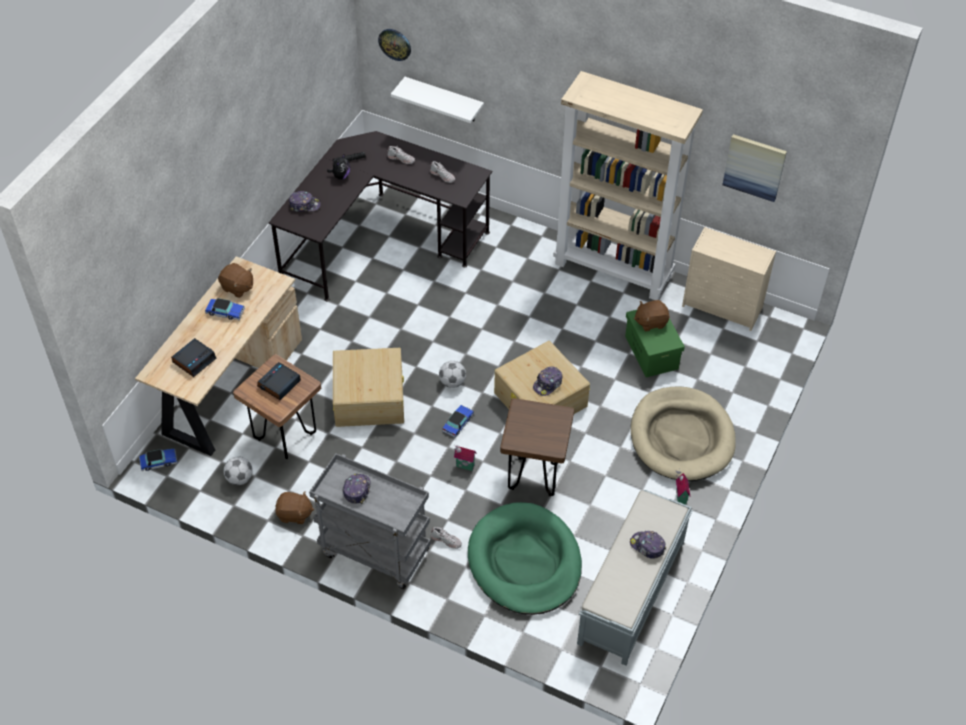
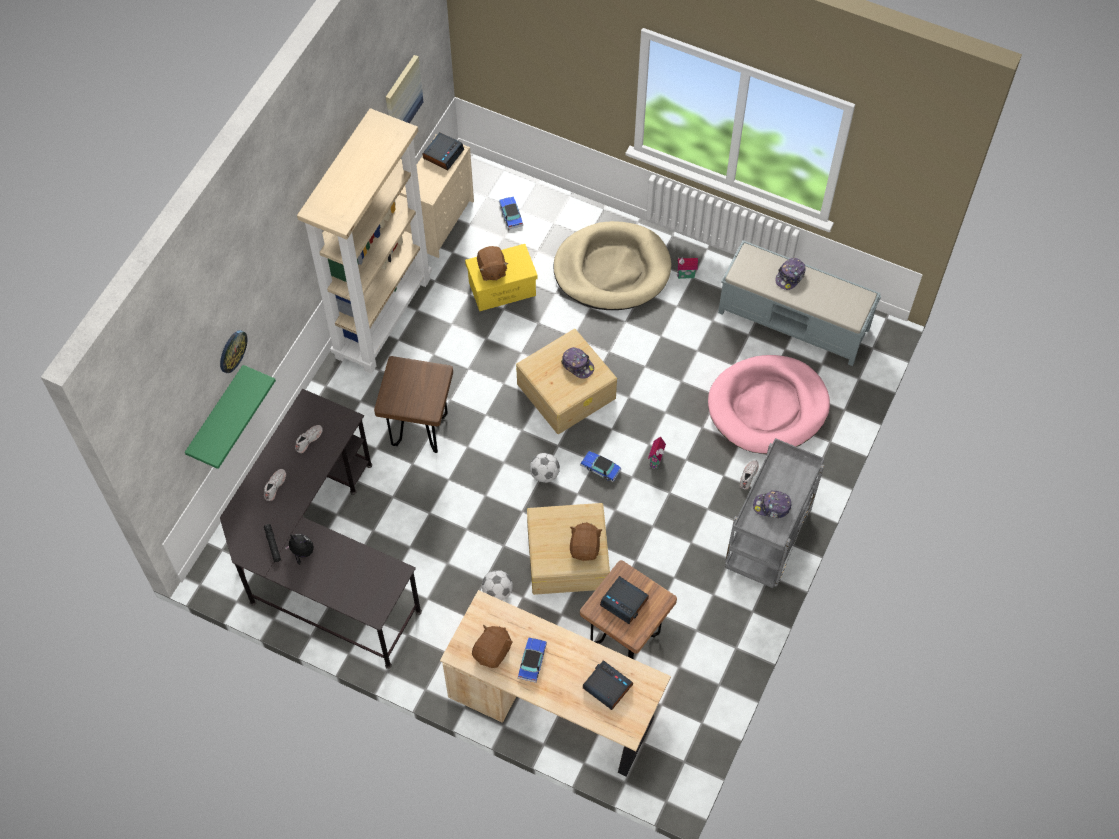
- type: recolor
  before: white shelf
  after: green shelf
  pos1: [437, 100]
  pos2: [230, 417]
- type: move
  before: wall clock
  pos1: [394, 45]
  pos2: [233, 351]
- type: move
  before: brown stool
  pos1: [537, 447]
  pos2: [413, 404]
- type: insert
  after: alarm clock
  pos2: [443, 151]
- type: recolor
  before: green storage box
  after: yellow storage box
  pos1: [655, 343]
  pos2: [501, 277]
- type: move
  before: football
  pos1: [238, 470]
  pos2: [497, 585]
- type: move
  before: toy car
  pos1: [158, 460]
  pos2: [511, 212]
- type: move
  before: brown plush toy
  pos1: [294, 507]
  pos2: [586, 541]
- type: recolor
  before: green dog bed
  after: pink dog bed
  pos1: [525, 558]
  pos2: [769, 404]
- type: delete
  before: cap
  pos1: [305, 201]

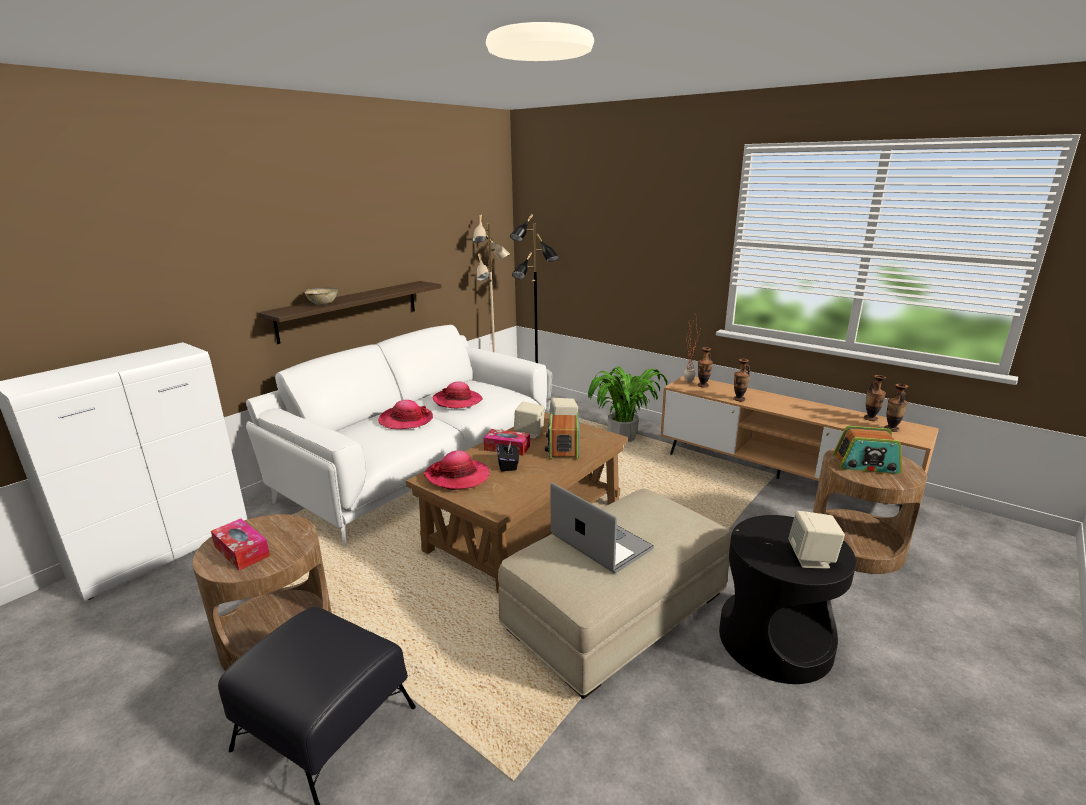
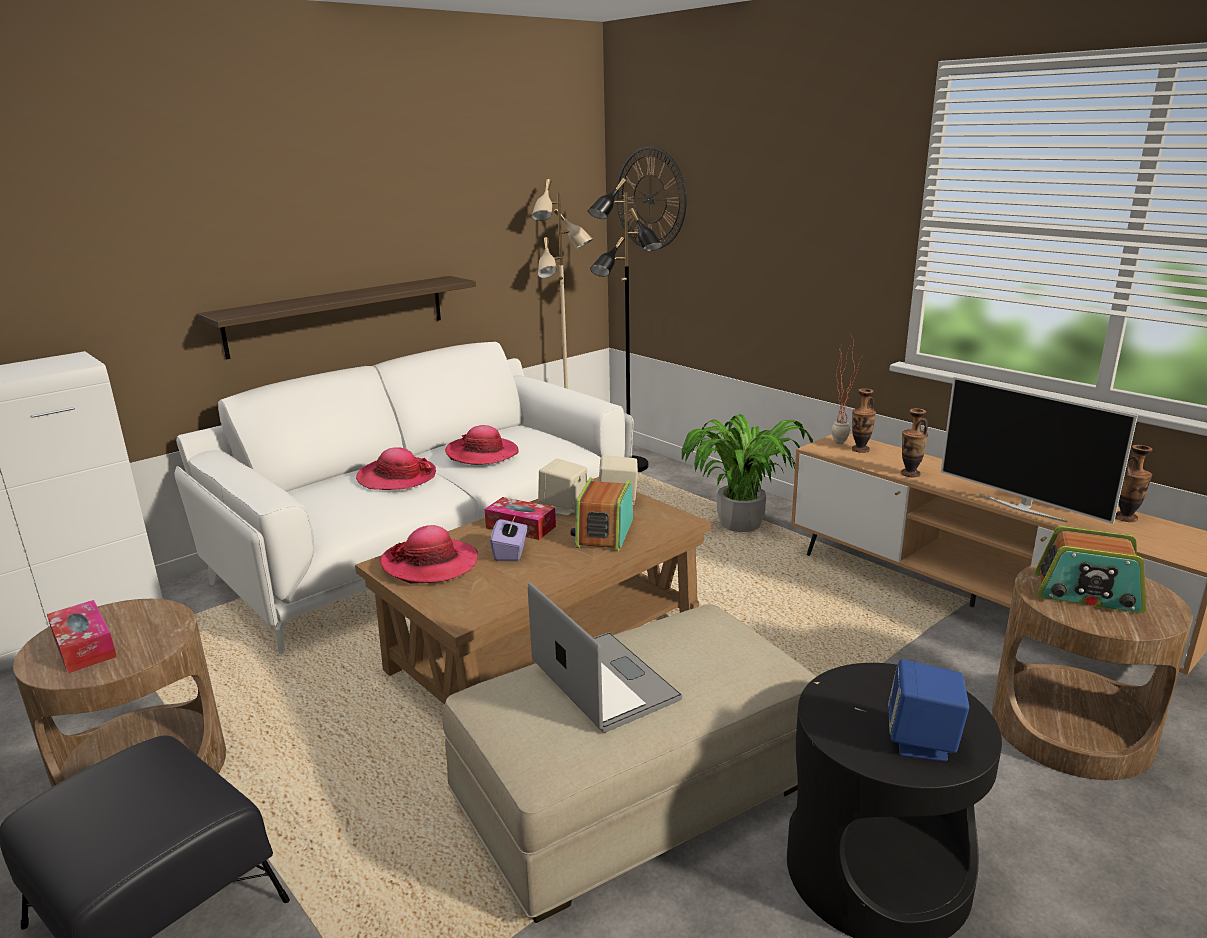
- type: recolor
  before: black tissue box
  after: purple tissue box
  pos1: [508, 456]
  pos2: [508, 538]
- type: insert
  after: wall clock
  pos2: [651, 198]
- type: recolor
  before: beige speaker
  after: blue speaker
  pos1: [816, 540]
  pos2: [928, 710]
- type: insert
  after: television
  pos2: [1039, 450]
- type: delete
  before: bowl
  pos1: [321, 296]
- type: delete
  before: vase
  pos1: [896, 408]

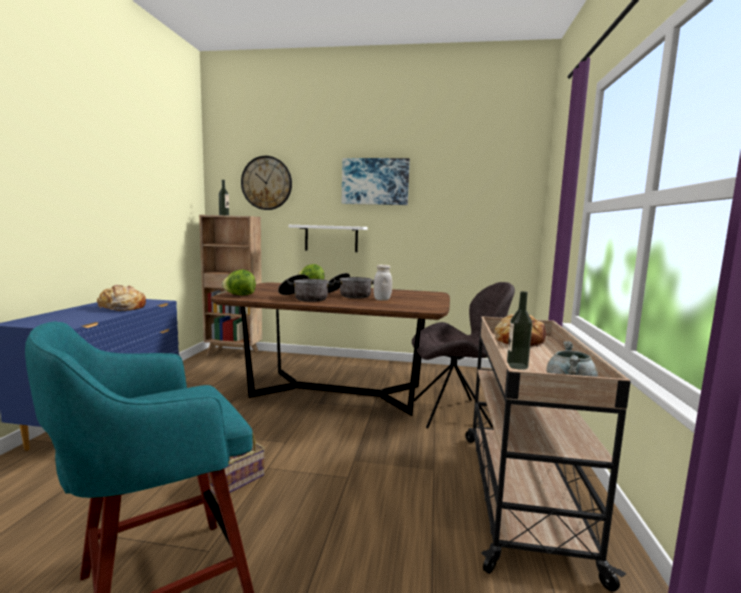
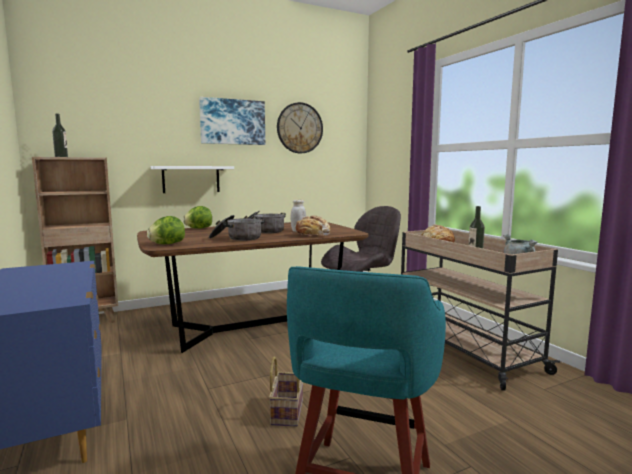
- type: move
  before: wall clock
  pos1: [266, 183]
  pos2: [300, 127]
- type: move
  before: bread
  pos1: [121, 298]
  pos2: [312, 225]

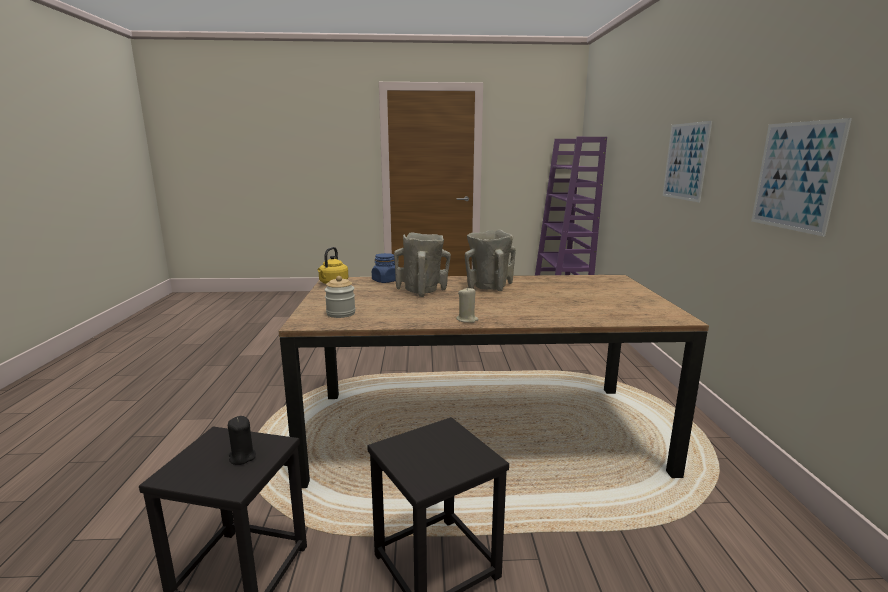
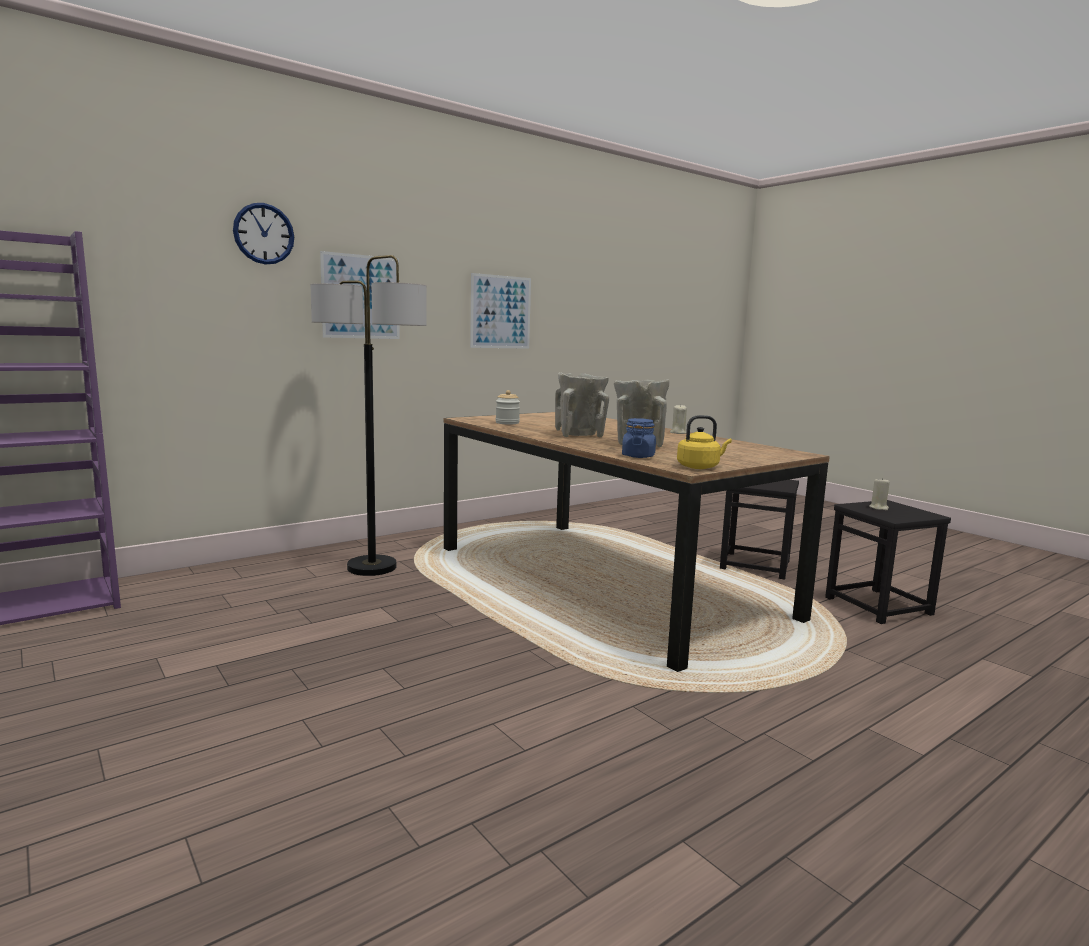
- type: insert
  after: wall clock
  pos2: [263, 234]
- type: insert
  after: floor lamp
  pos2: [368, 415]
- type: move
  before: jar
  pos1: [340, 297]
  pos2: [508, 407]
- type: recolor
  before: black candle
  after: beige candle
  pos1: [242, 440]
  pos2: [879, 493]

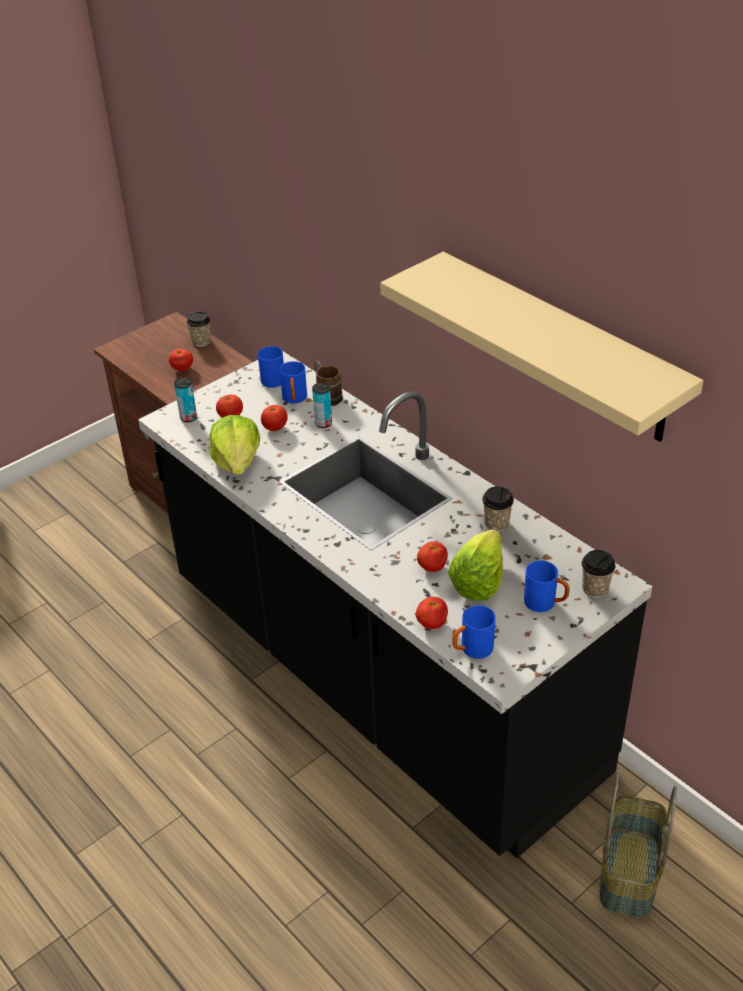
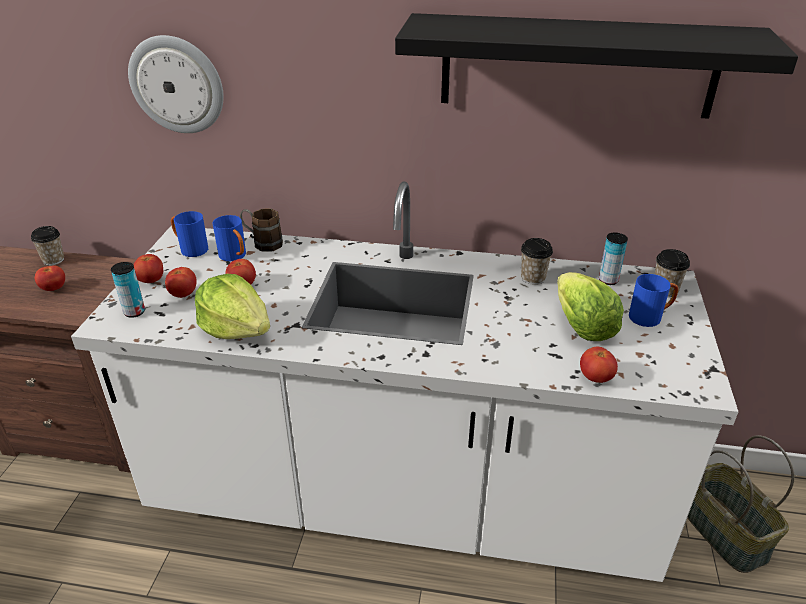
- type: recolor
  before: black counter
  after: white counter
  pos1: [395, 604]
  pos2: [404, 382]
- type: insert
  after: wall clock
  pos2: [176, 84]
- type: move
  before: tomato
  pos1: [432, 556]
  pos2: [148, 268]
- type: recolor
  before: beige shelf
  after: black shelf
  pos1: [541, 347]
  pos2: [596, 66]
- type: move
  before: can
  pos1: [322, 405]
  pos2: [613, 258]
- type: delete
  before: blue mug
  pos1: [474, 632]

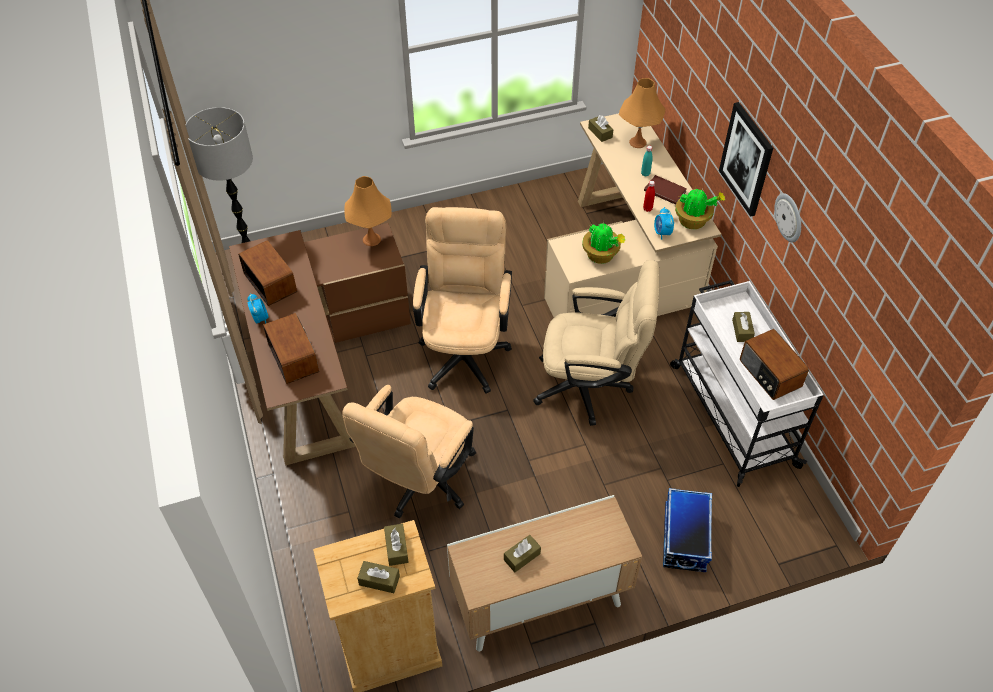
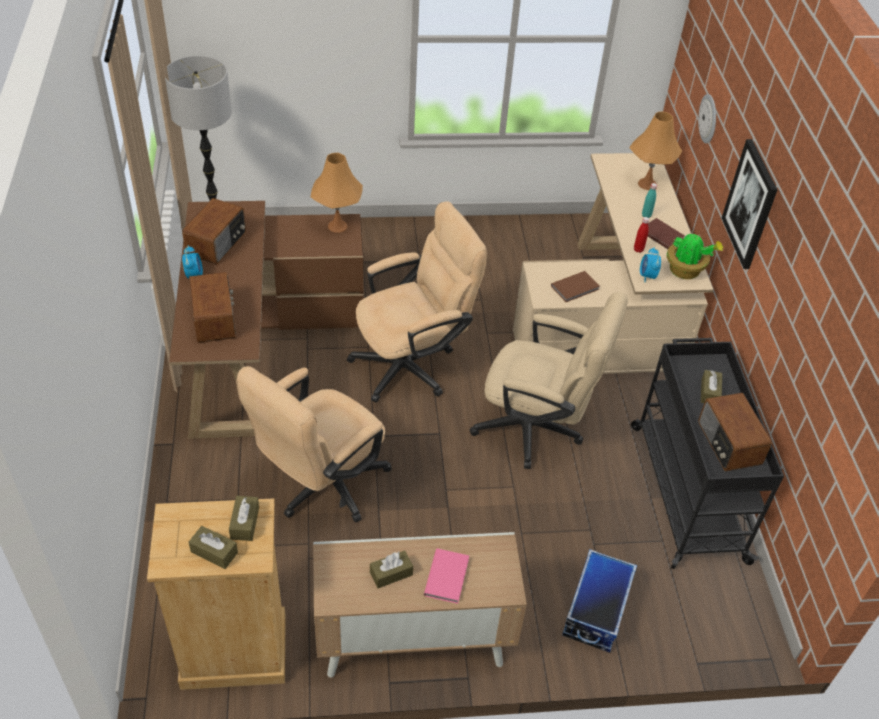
- type: rotate
  before: radio
  pos1: [267, 273]
  pos2: [214, 231]
  turn: 45
- type: rotate
  before: beige office chair
  pos1: [462, 300]
  pos2: [417, 302]
  turn: 45
- type: insert
  after: pink book
  pos2: [446, 576]
- type: replace
  before: potted plant
  after: brown book
  pos1: [603, 242]
  pos2: [575, 286]
- type: recolor
  before: white cart
  after: black cart
  pos1: [747, 383]
  pos2: [707, 453]
- type: move
  before: wall clock
  pos1: [787, 217]
  pos2: [707, 119]
- type: delete
  before: brown tissue box
  pos1: [600, 128]

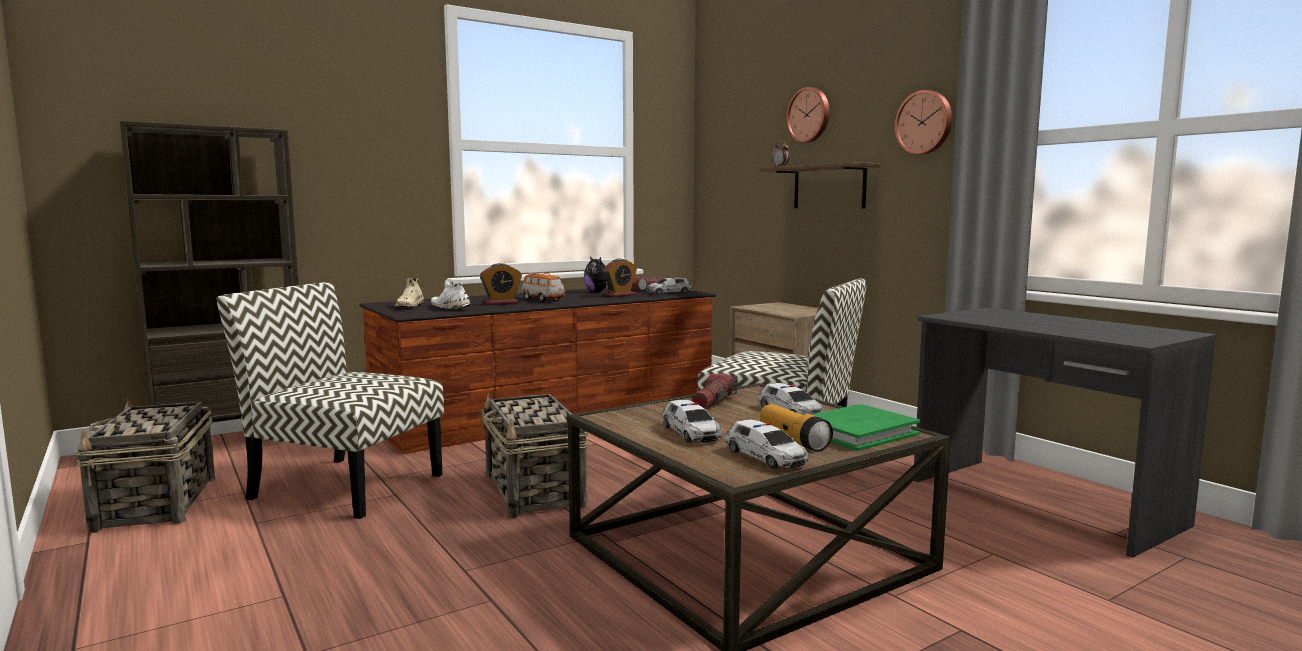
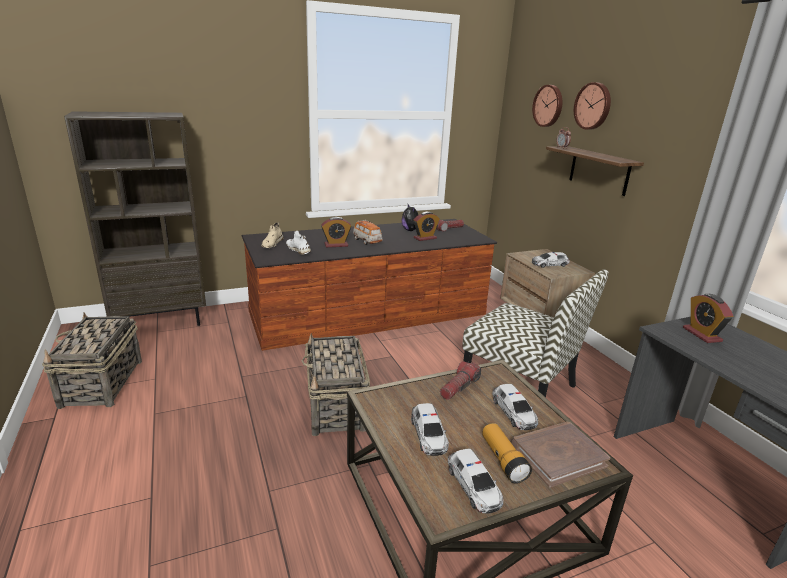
- type: recolor
  before: green book
  after: brown book
  pos1: [865, 427]
  pos2: [561, 454]
- type: move
  before: wall clock
  pos1: [923, 122]
  pos2: [547, 106]
- type: move
  before: toy car
  pos1: [669, 285]
  pos2: [551, 260]
- type: insert
  after: alarm clock
  pos2: [708, 318]
- type: delete
  before: chair
  pos1: [330, 400]

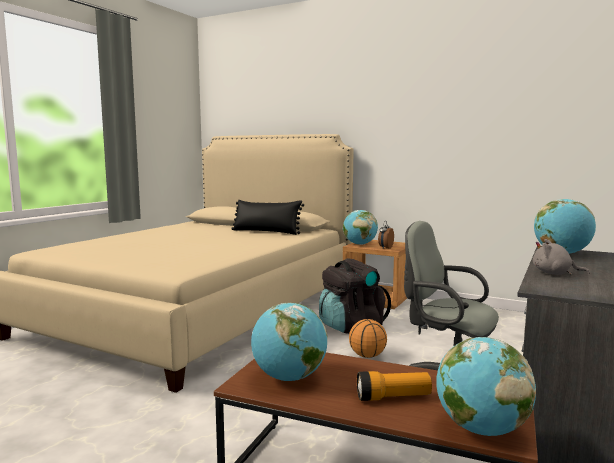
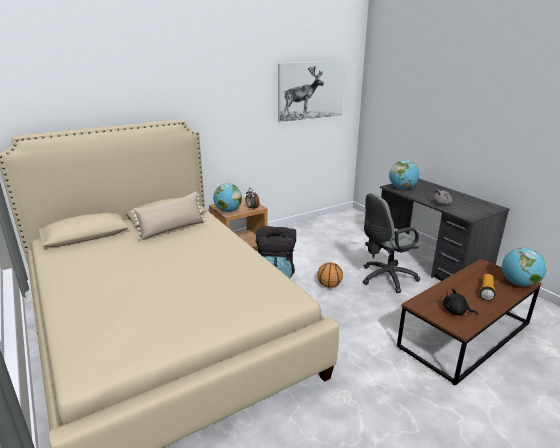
- type: recolor
  before: black pillow
  after: beige pillow
  pos1: [267, 217]
  pos2: [168, 215]
- type: insert
  after: picture
  pos2: [312, 91]
- type: replace
  before: globe
  after: black plush toy
  pos1: [289, 342]
  pos2: [460, 302]

